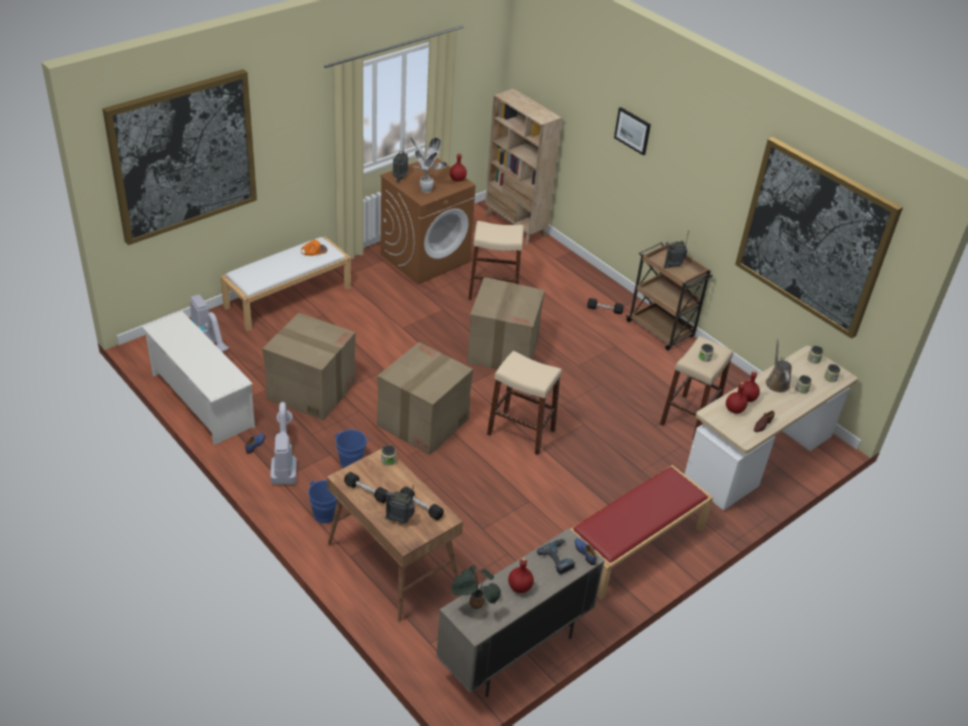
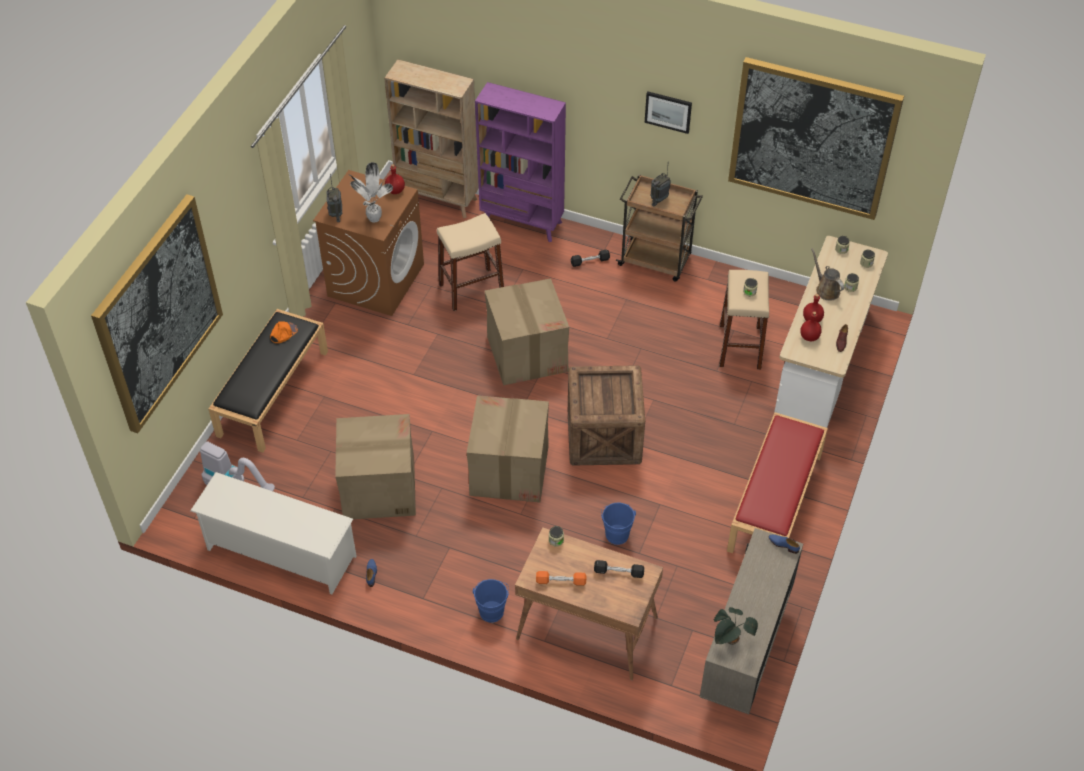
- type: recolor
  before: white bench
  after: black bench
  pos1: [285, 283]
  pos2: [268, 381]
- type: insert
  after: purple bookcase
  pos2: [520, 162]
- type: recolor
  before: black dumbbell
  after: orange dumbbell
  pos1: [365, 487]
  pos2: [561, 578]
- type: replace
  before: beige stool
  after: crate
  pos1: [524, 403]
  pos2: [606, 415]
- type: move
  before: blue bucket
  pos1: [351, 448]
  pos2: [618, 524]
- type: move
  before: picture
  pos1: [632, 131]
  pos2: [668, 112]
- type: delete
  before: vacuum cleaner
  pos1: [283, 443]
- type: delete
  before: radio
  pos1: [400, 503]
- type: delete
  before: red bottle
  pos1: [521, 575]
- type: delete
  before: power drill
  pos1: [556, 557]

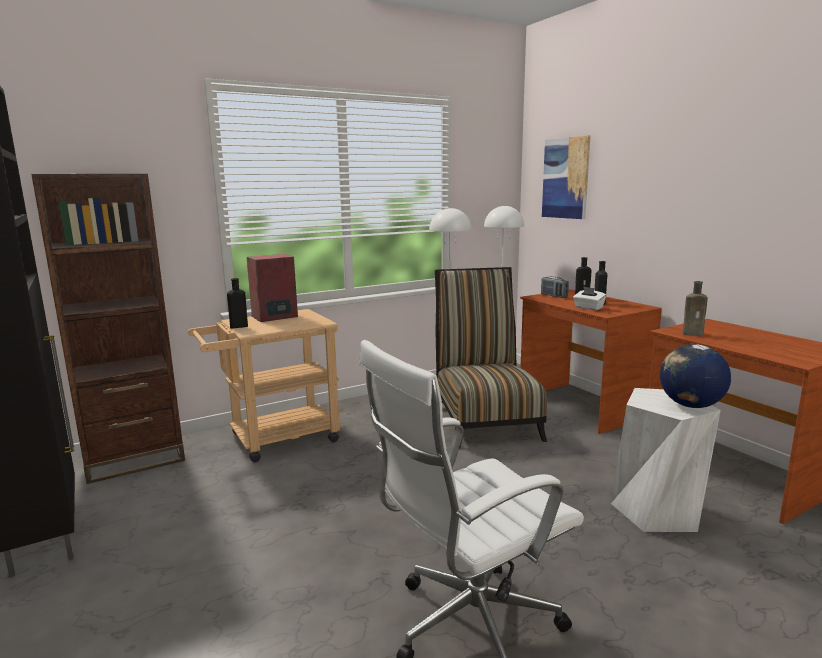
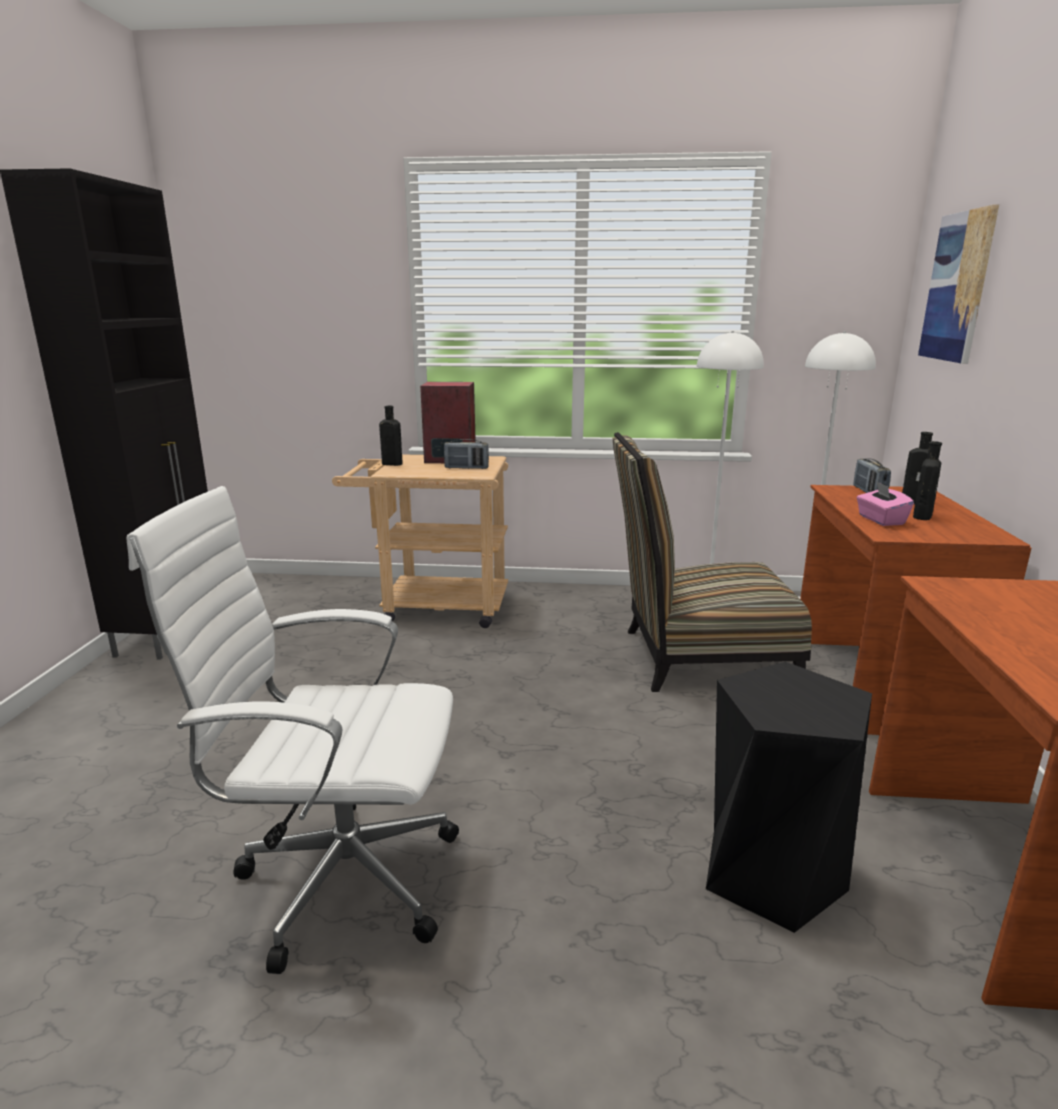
- type: insert
  after: radio
  pos2: [466, 454]
- type: rotate
  before: chair
  pos1: [491, 358]
  pos2: [712, 562]
  turn: -120
- type: recolor
  before: white stool
  after: black stool
  pos1: [666, 460]
  pos2: [789, 797]
- type: recolor
  before: white tissue box
  after: pink tissue box
  pos1: [589, 298]
  pos2: [885, 503]
- type: delete
  before: brown bookcase
  pos1: [108, 329]
- type: delete
  before: globe
  pos1: [695, 376]
- type: delete
  before: brown bottle
  pos1: [695, 308]

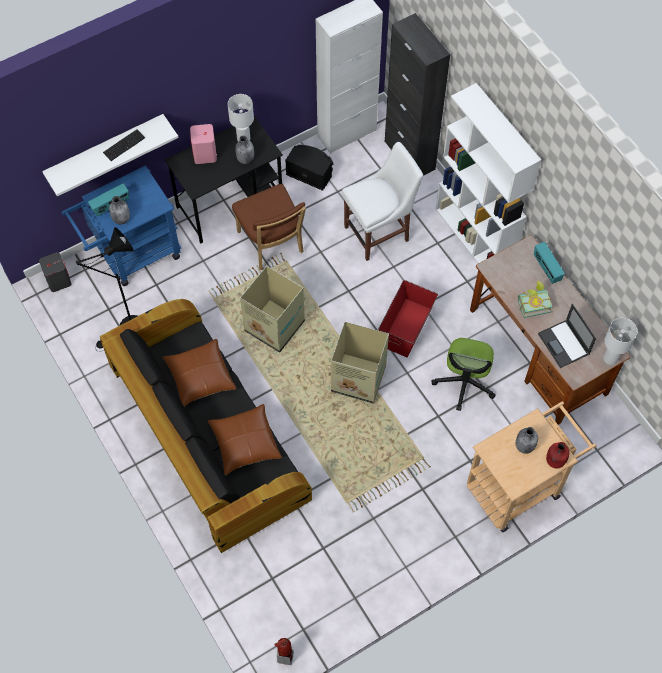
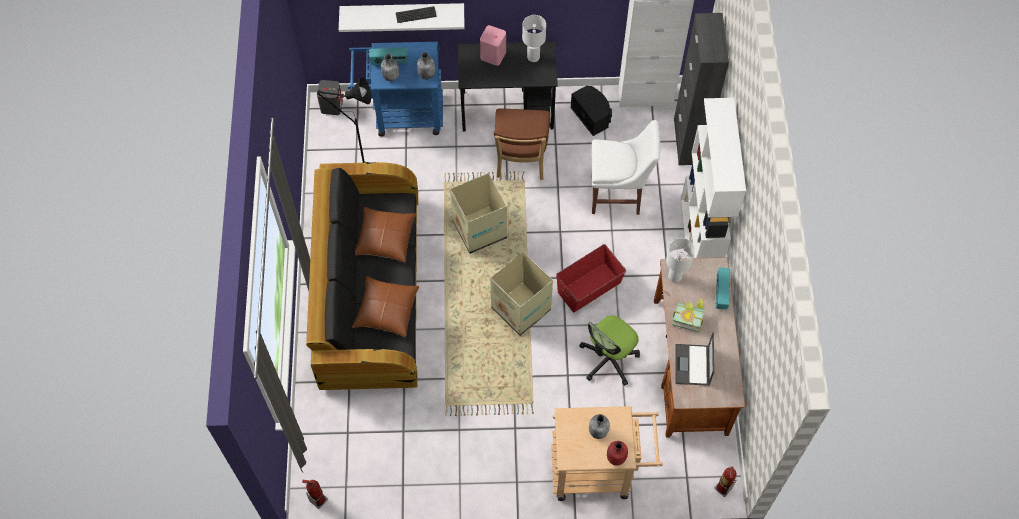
- type: move
  before: grey bottle
  pos1: [244, 149]
  pos2: [426, 65]
- type: move
  before: white table lamp
  pos1: [620, 341]
  pos2: [680, 260]
- type: insert
  after: fire extinguisher
  pos2: [725, 482]

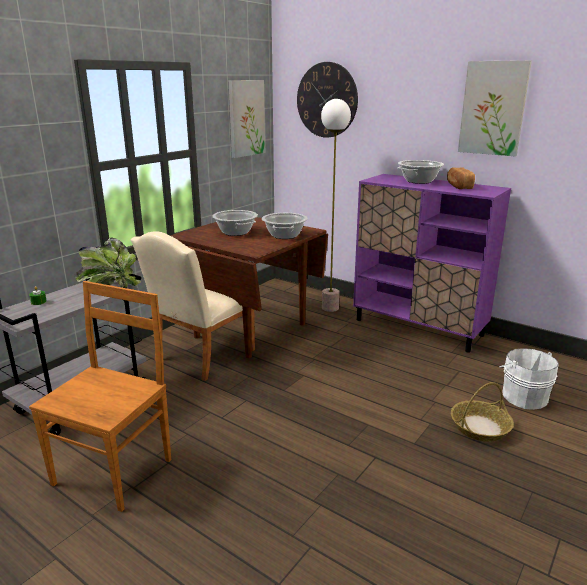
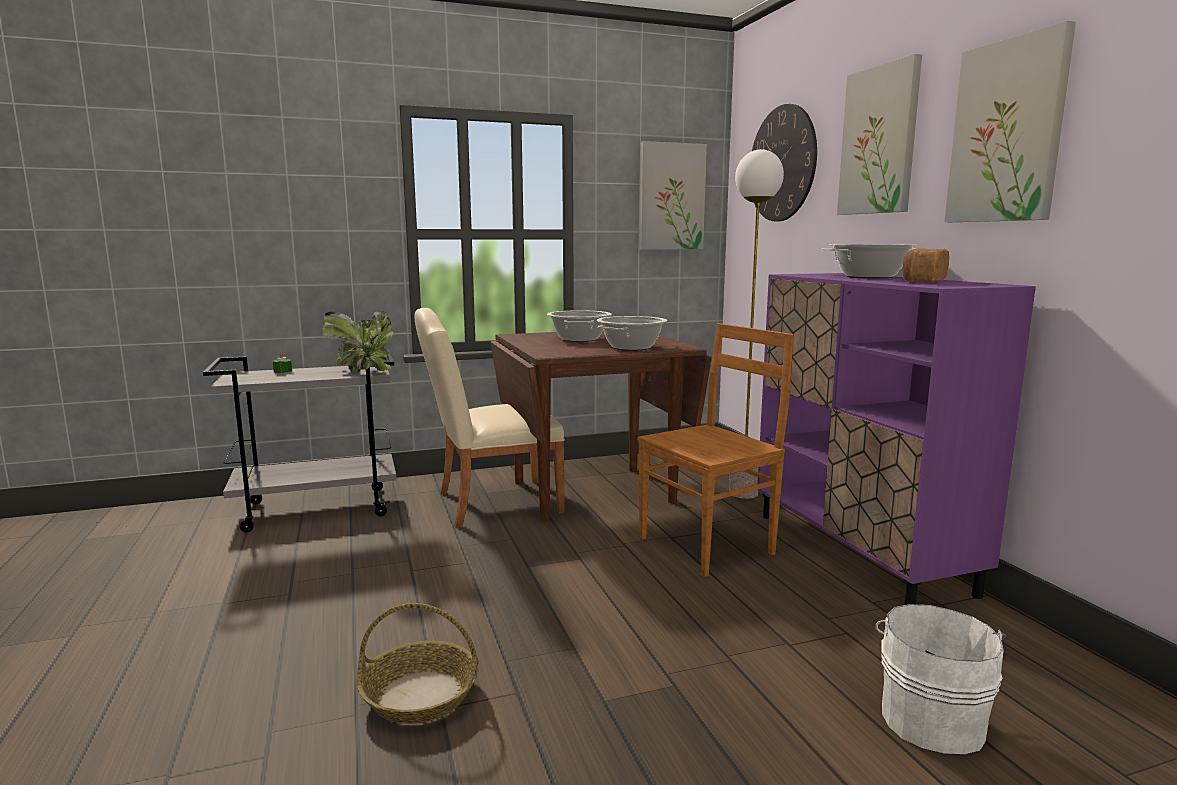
- type: move
  before: basket
  pos1: [482, 412]
  pos2: [418, 663]
- type: move
  before: brown chair
  pos1: [100, 396]
  pos2: [715, 450]
- type: insert
  after: picture
  pos2: [879, 134]

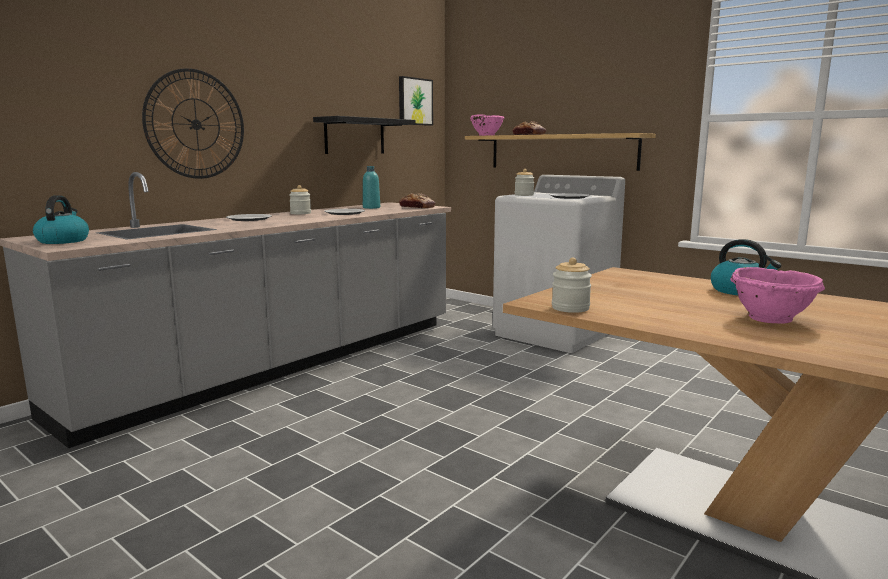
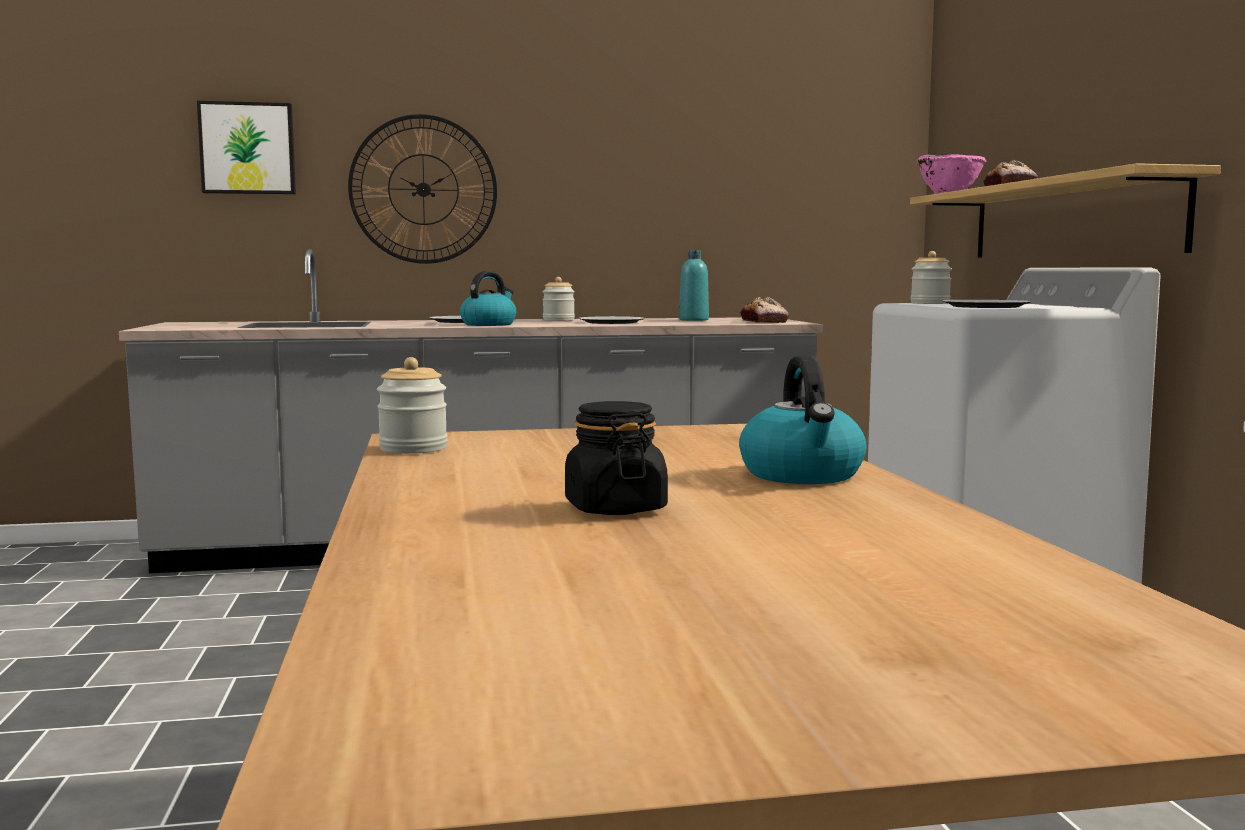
- type: move
  before: picture
  pos1: [416, 101]
  pos2: [246, 147]
- type: move
  before: kettle
  pos1: [61, 219]
  pos2: [488, 298]
- type: replace
  before: pink bowl
  after: black jar
  pos1: [777, 295]
  pos2: [616, 458]
- type: delete
  before: black shelf
  pos1: [364, 135]

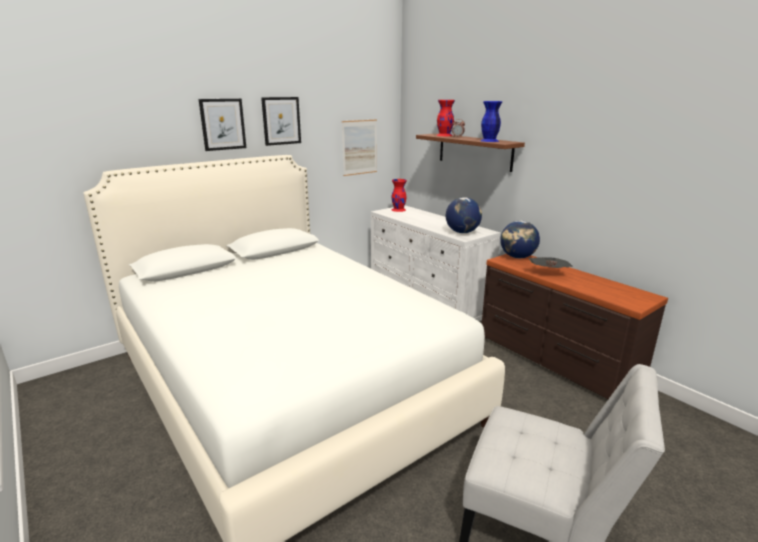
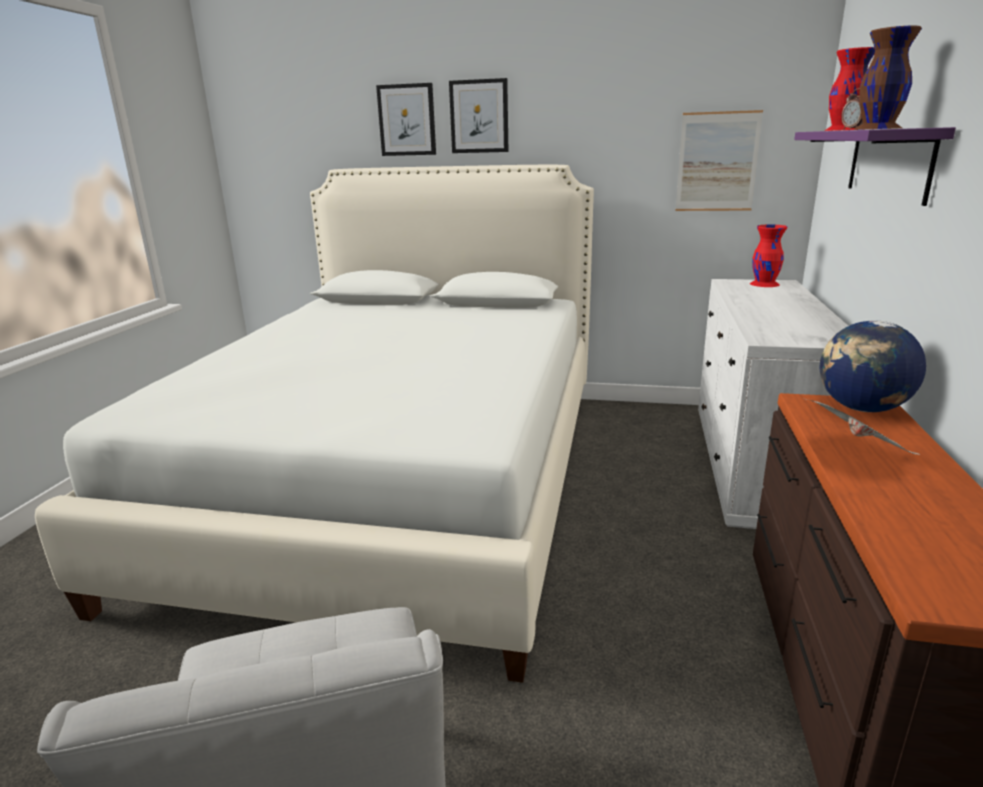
- type: move
  before: picture
  pos1: [281, 121]
  pos2: [406, 119]
- type: recolor
  before: brown shelf
  after: purple shelf
  pos1: [470, 152]
  pos2: [875, 166]
- type: recolor
  before: blue vase
  after: brown vase
  pos1: [491, 121]
  pos2: [887, 78]
- type: delete
  before: globe
  pos1: [464, 215]

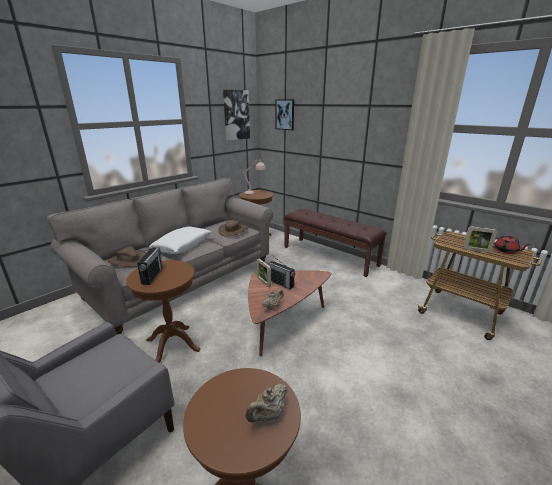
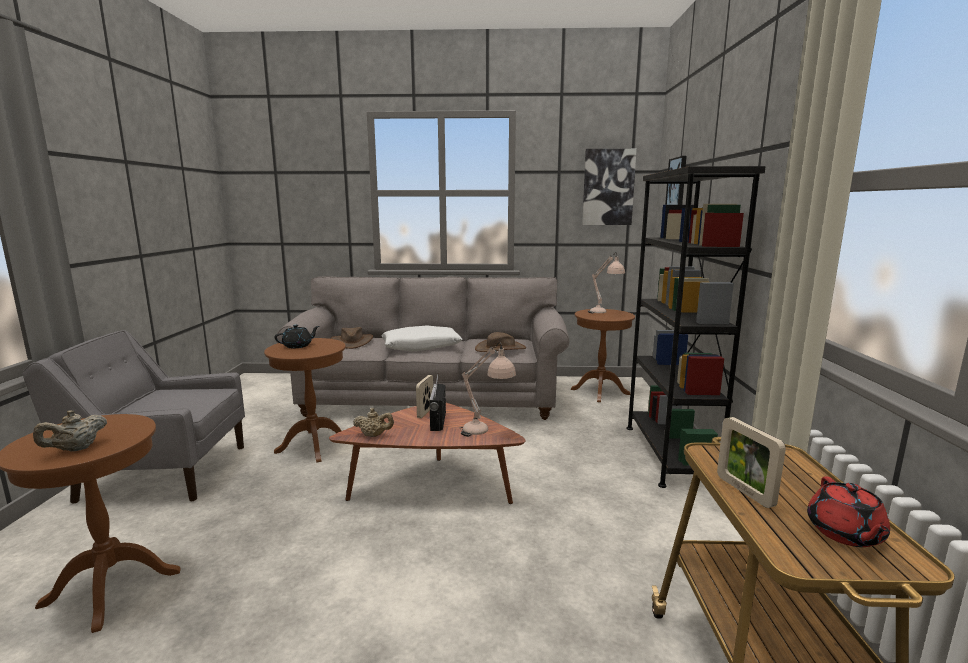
- type: rotate
  before: beige teapot
  pos1: [266, 403]
  pos2: [70, 431]
  turn: -60
- type: replace
  before: radio
  after: black teapot
  pos1: [150, 266]
  pos2: [296, 336]
- type: insert
  after: beige table lamp
  pos2: [488, 389]
- type: replace
  before: brown bench
  after: black bookcase
  pos1: [335, 243]
  pos2: [696, 327]

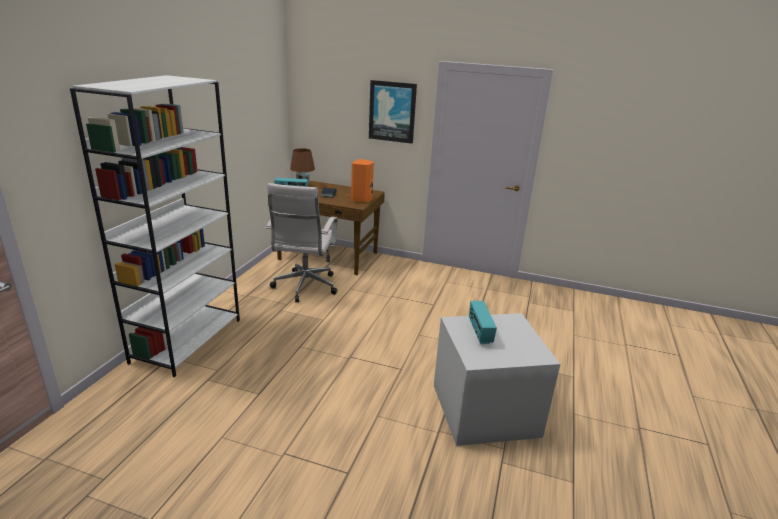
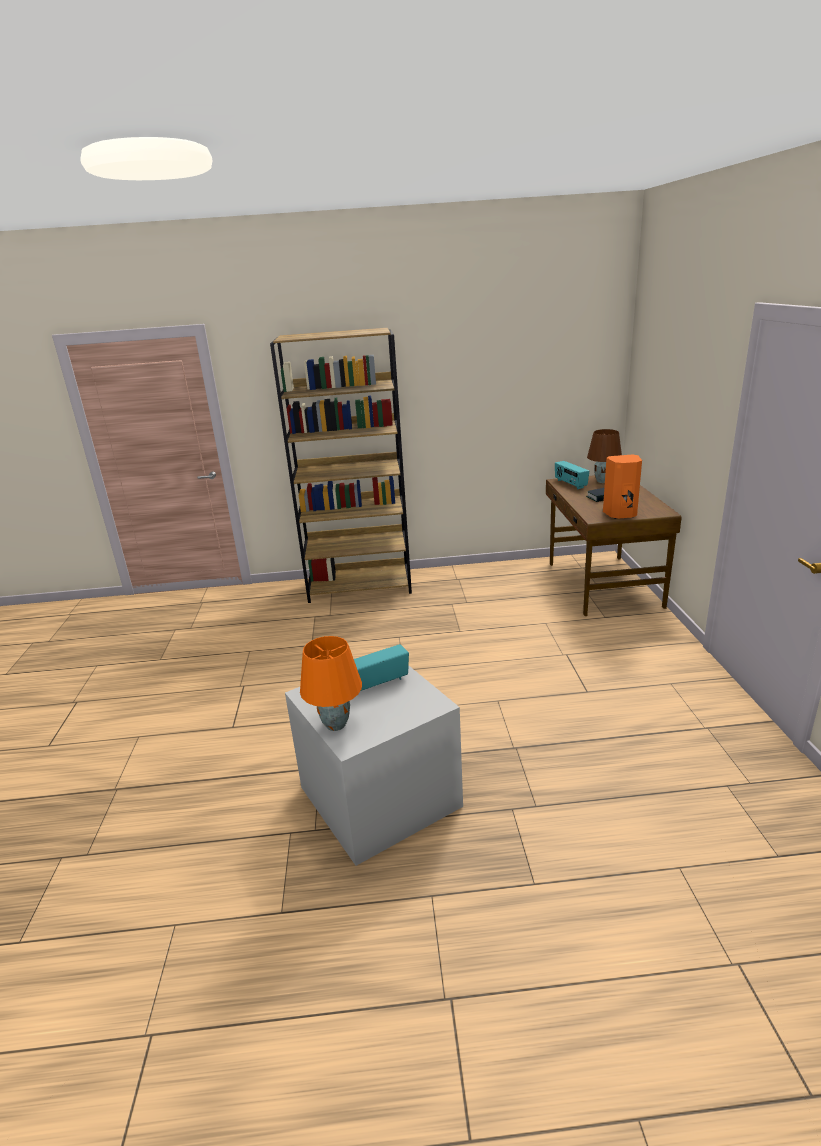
- type: recolor
  before: white bookcase
  after: brown bookcase
  pos1: [155, 226]
  pos2: [341, 465]
- type: insert
  after: orange table lamp
  pos2: [331, 683]
- type: delete
  before: white office chair
  pos1: [301, 242]
- type: delete
  before: picture
  pos1: [393, 112]

